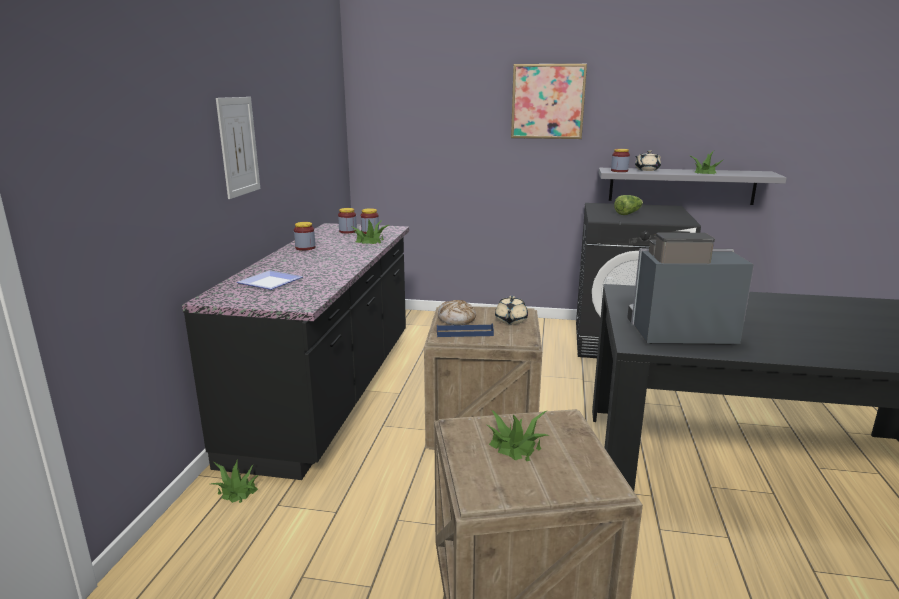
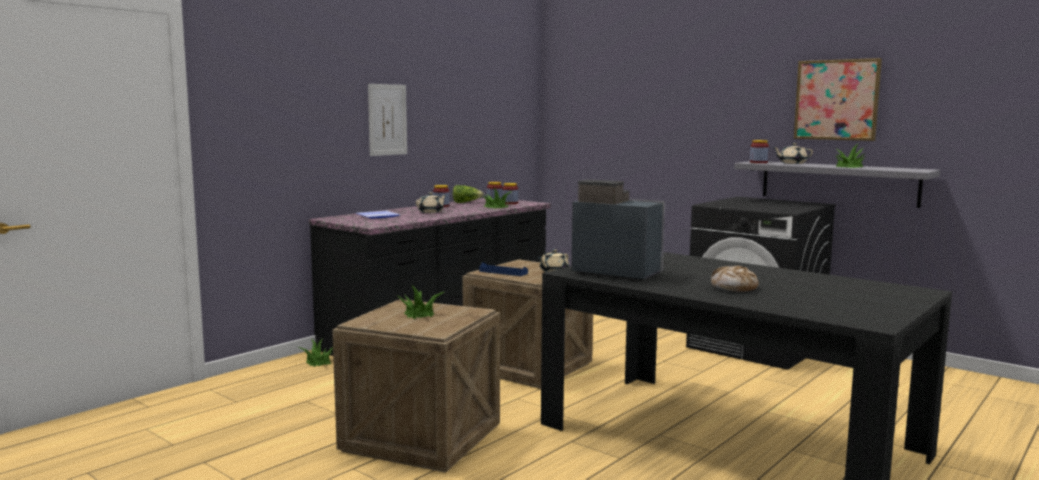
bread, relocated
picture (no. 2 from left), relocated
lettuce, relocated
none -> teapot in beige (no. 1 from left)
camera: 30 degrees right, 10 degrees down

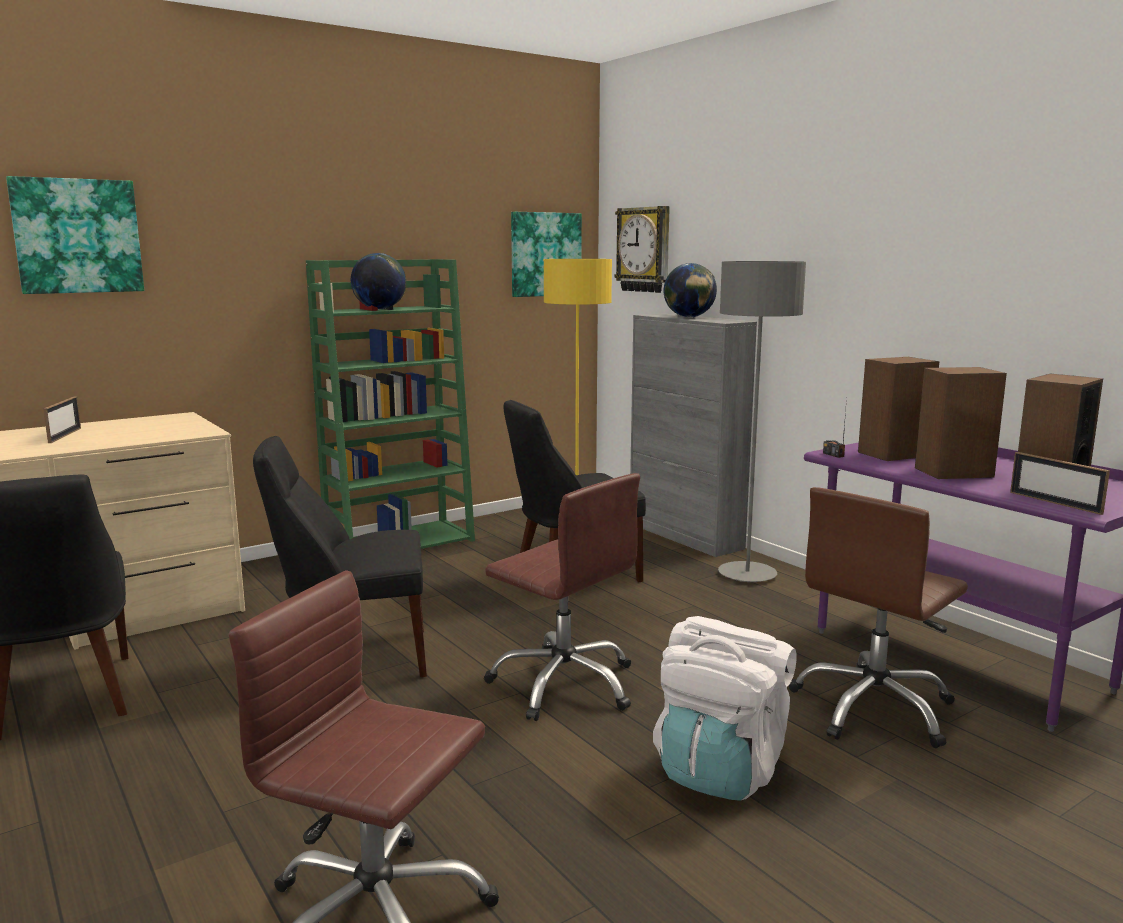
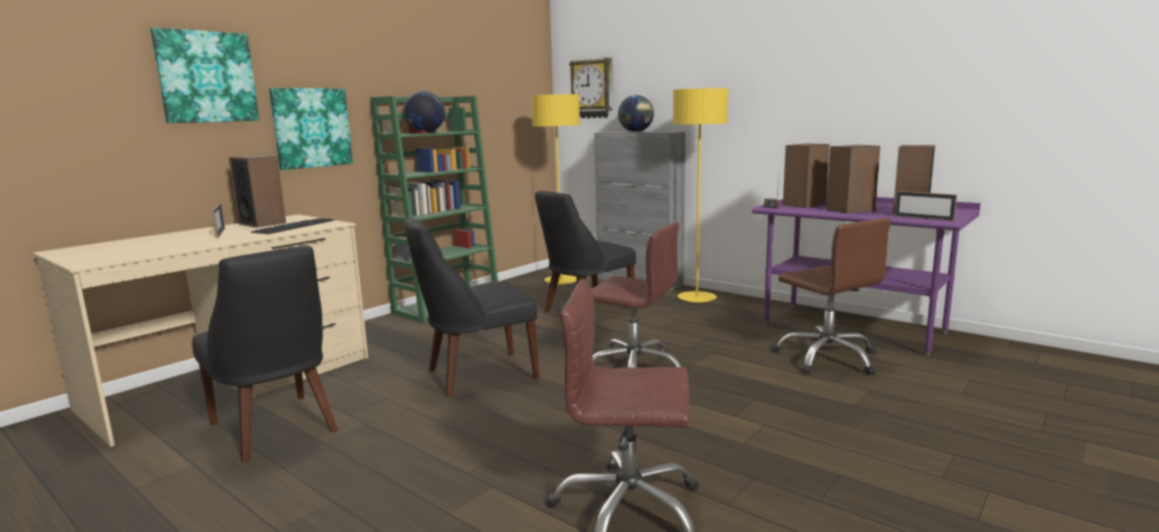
picture (no. 2 from left), relocated
backpack in white -> none
floor lamp in grey -> floor lamp in yellow (no. 2 from left)
office chair in brown (no. 3 from left), 60 degrees counterclockwise
none -> speaker (no. 1 from left)
none -> keyboard
camera: 15 degrees left, 0 degrees up

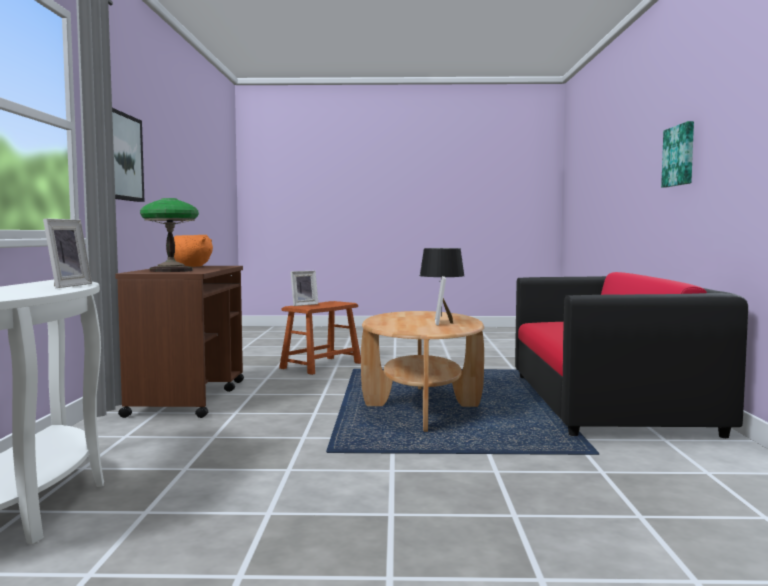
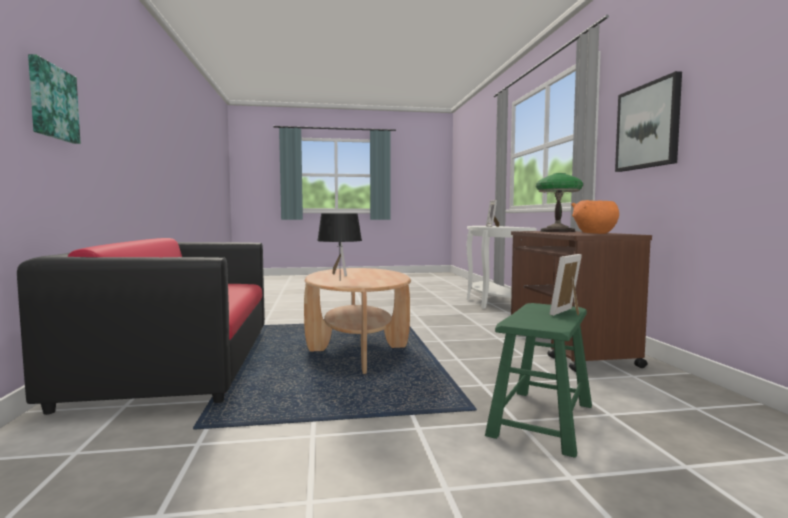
stool in brown -> stool in green
camera: 170 degrees right, 0 degrees up

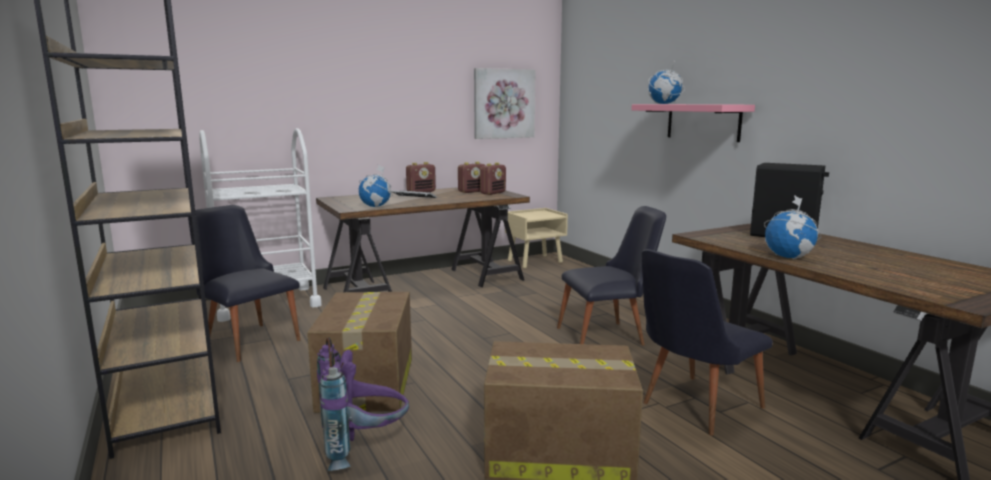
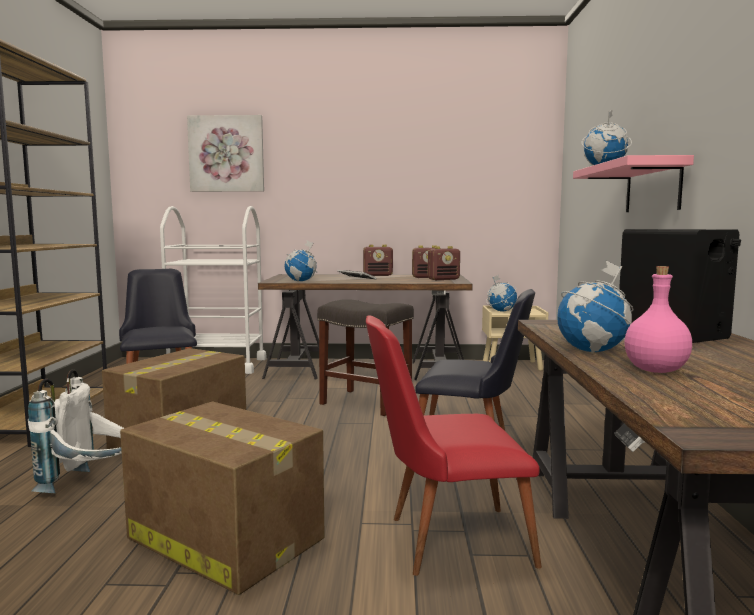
backpack in purple -> backpack in white
picture, relocated
chair in black (no. 3 from left) -> chair in red
none -> stool in grey
none -> globe (no. 2 from left)
none -> bottle in pink
camera: 30 degrees right, 5 degrees down

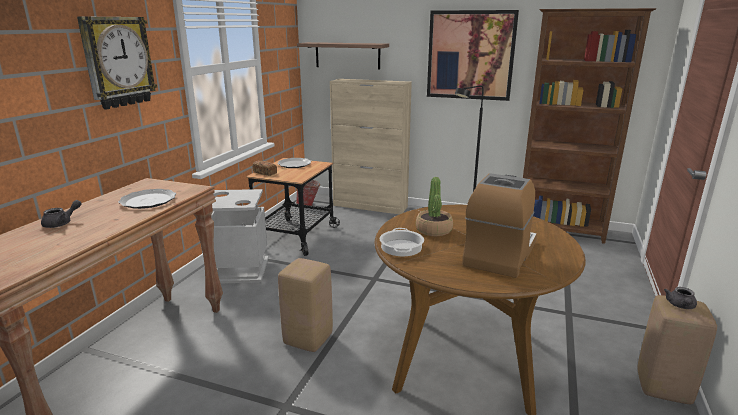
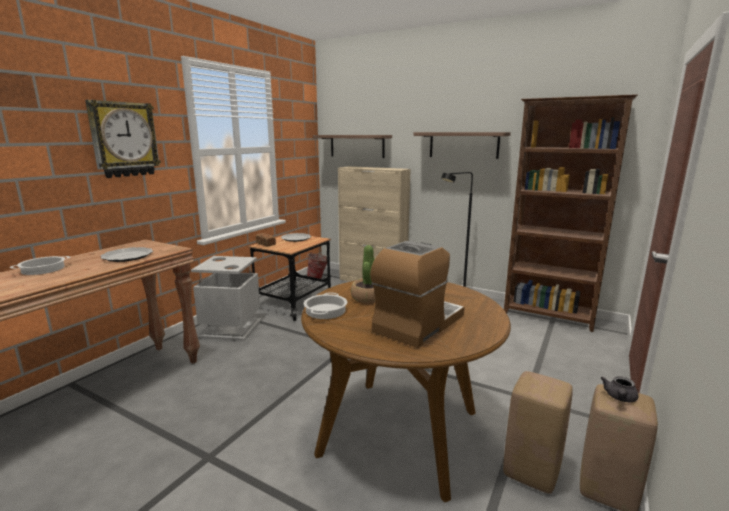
teapot in grey (no. 1 from left) -> cooking pot (no. 1 from left)
stool in beige (no. 1 from left), relocated
picture -> shelf (no. 2 from left)
camera: 10 degrees right, 5 degrees down

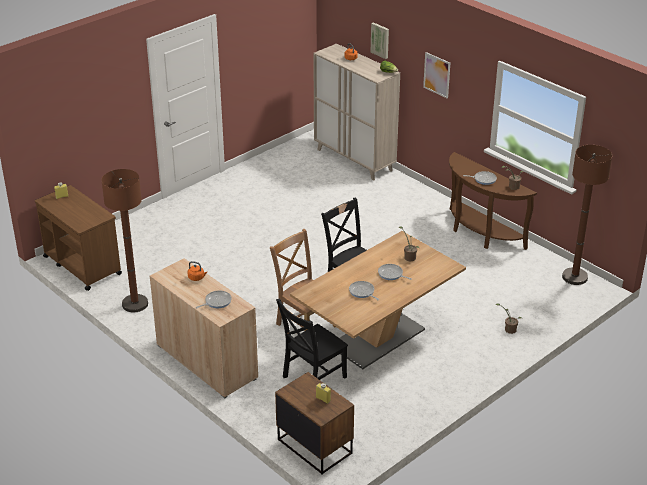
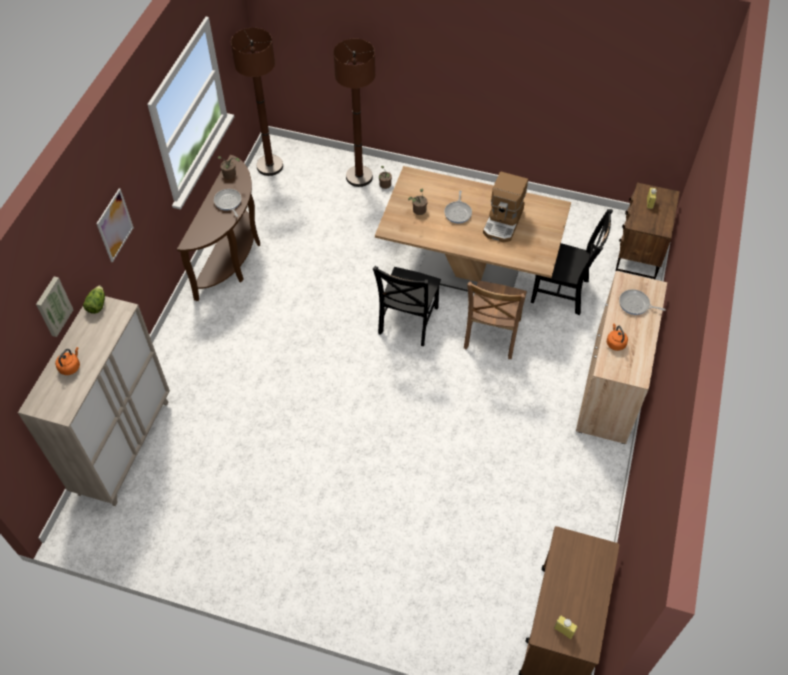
floor lamp in brown (no. 1 from left in the first image) -> floor lamp in brown (no. 2 from left), relocated
frying pan (no. 2 from left) -> coffee machine
camera: 120 degrees left, 20 degrees up

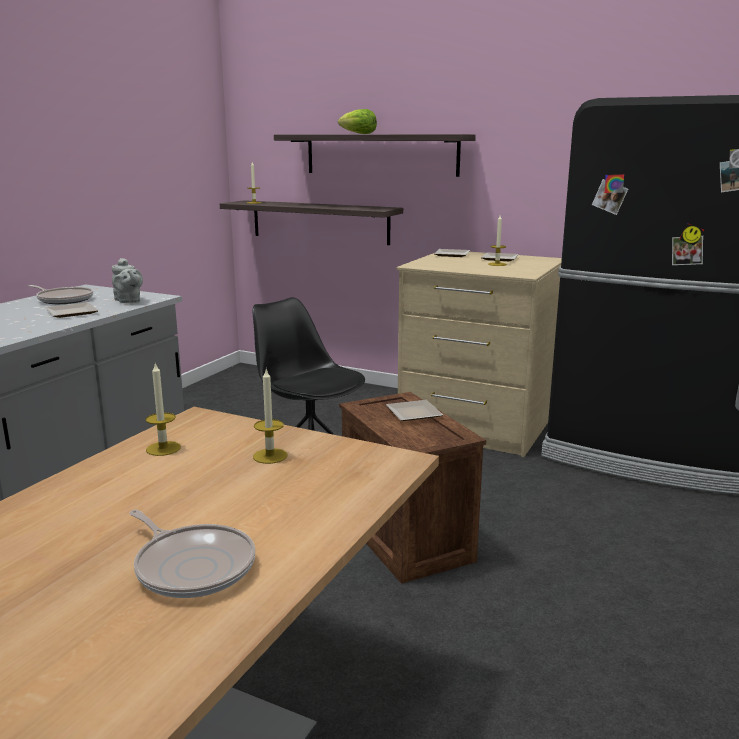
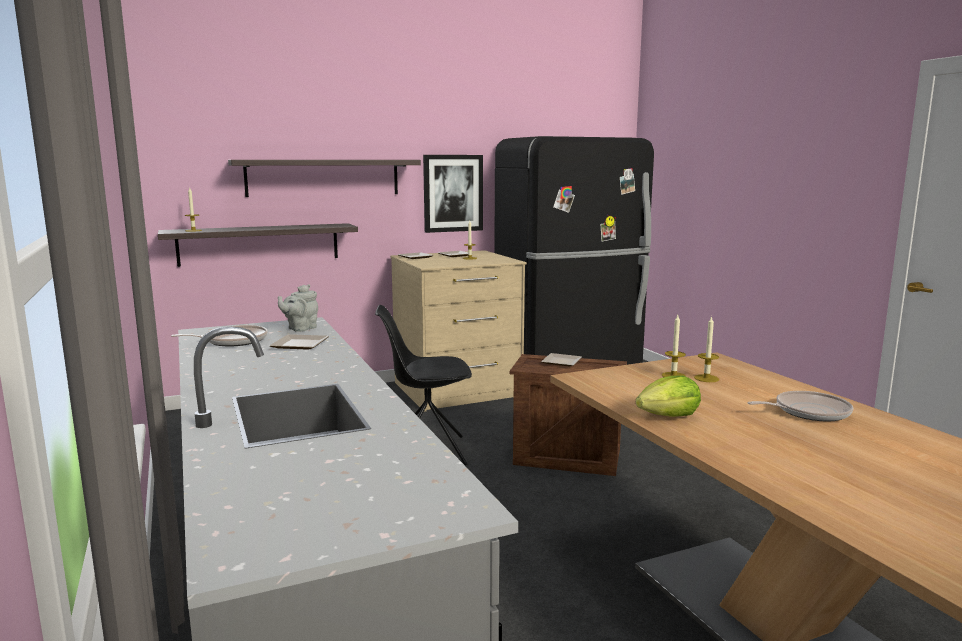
teapot in grey, 120 degrees clockwise
candle (no. 1 from left in the first image) -> candle (no. 4 from left), relocated
lettuce, relocated
none -> picture
camera: 50 degrees left, 5 degrees down

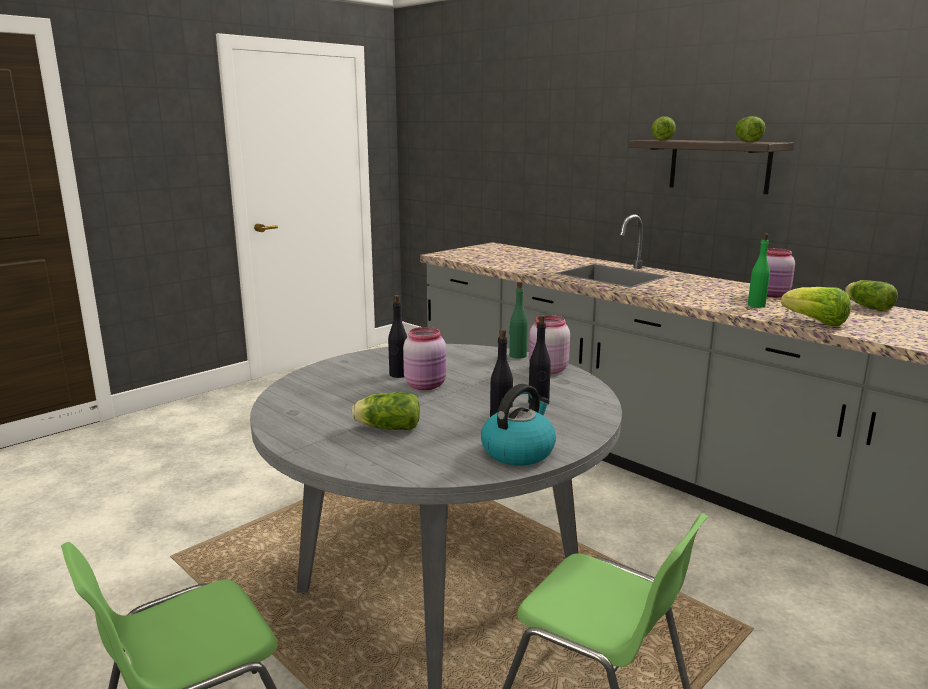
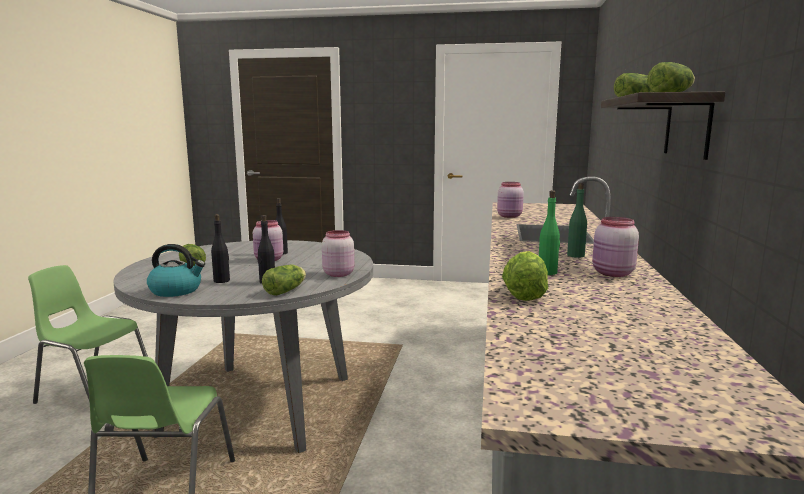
bottle in green (no. 1 from left in the first image) -> bottle in green (no. 2 from left), relocated
lettuce (no. 5 from left in the first image) -> lettuce (no. 2 from left), relocated
none -> jar in pink (no. 3 from left)
camera: 55 degrees right, 5 degrees down

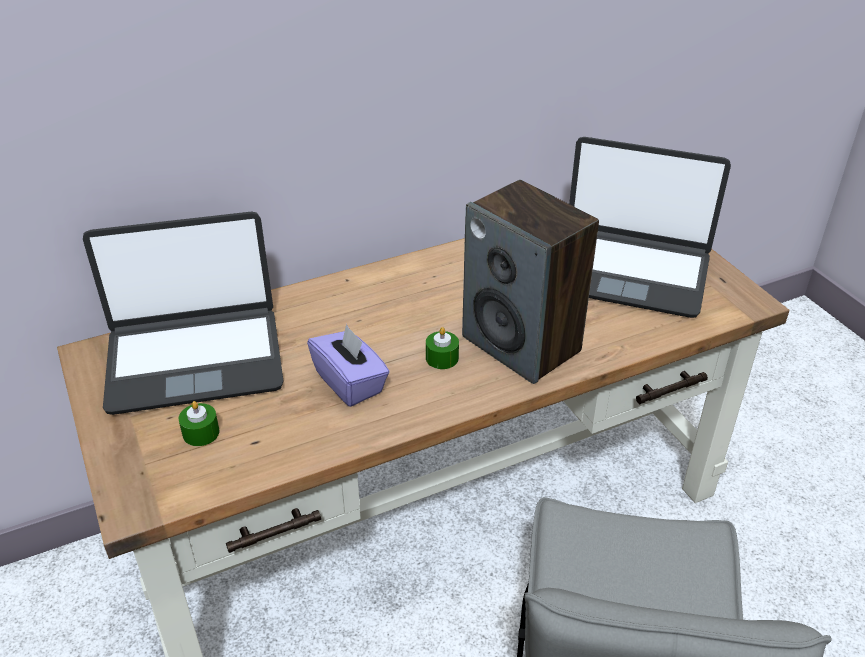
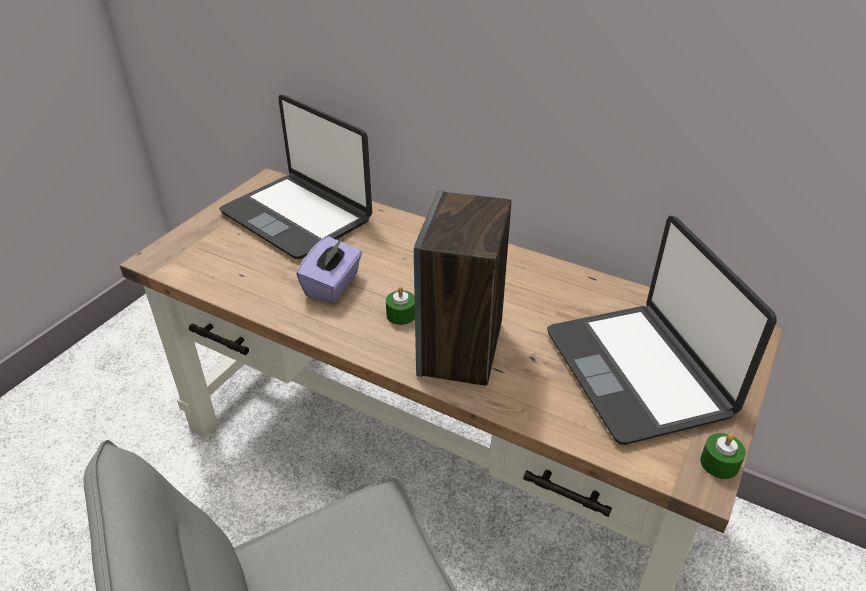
candle in green (no. 1 from left in the first image) -> candle in green (no. 2 from left), relocated
camera: 55 degrees right, 0 degrees up

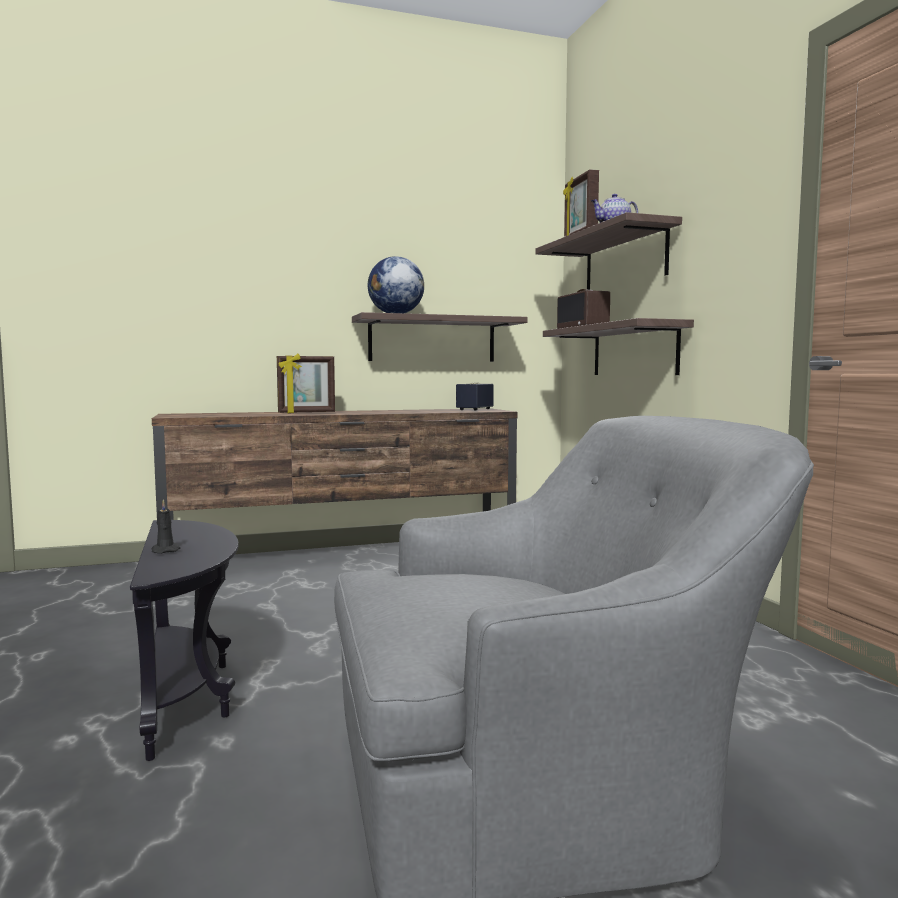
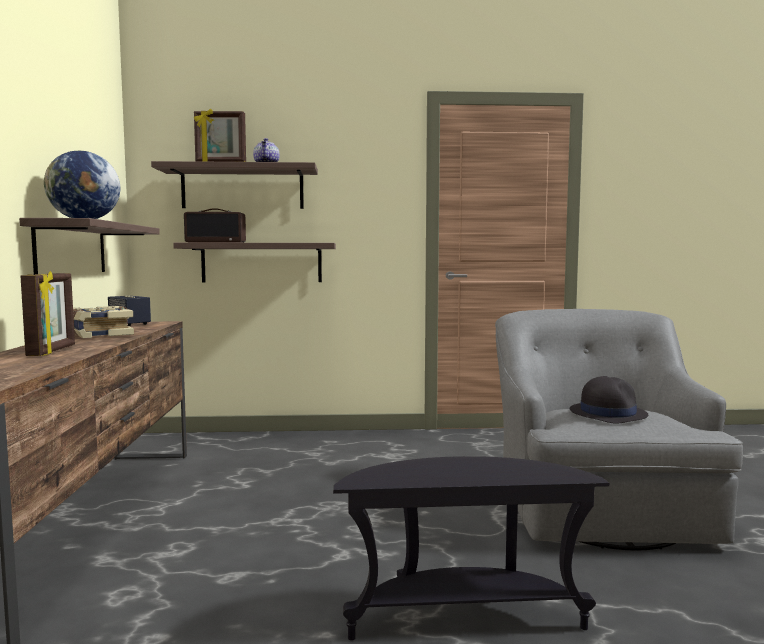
candle in black -> none
none -> book
none -> hat in black
camera: 75 degrees left, 0 degrees up

